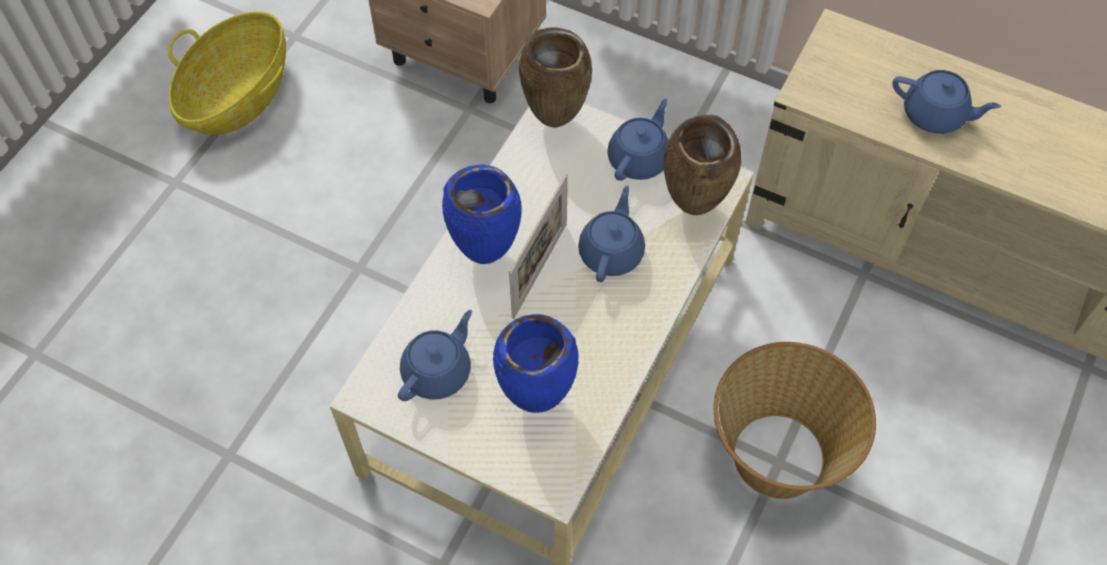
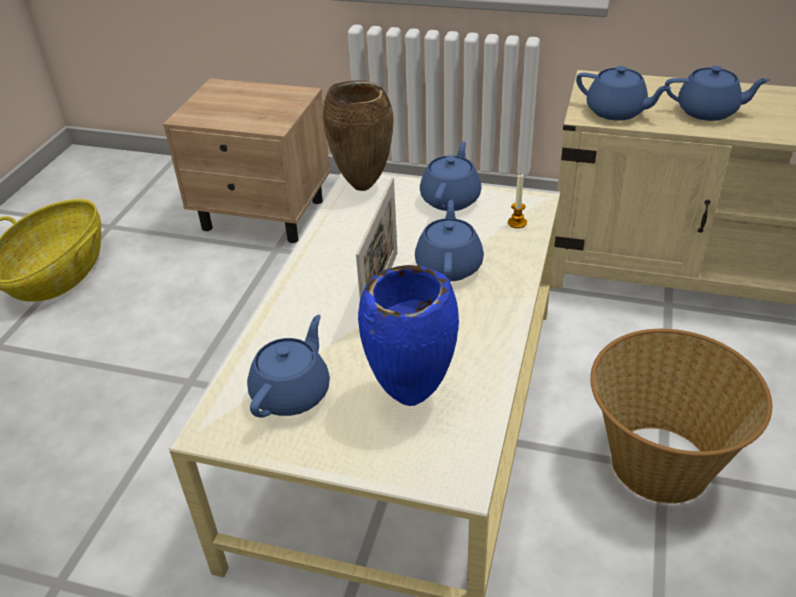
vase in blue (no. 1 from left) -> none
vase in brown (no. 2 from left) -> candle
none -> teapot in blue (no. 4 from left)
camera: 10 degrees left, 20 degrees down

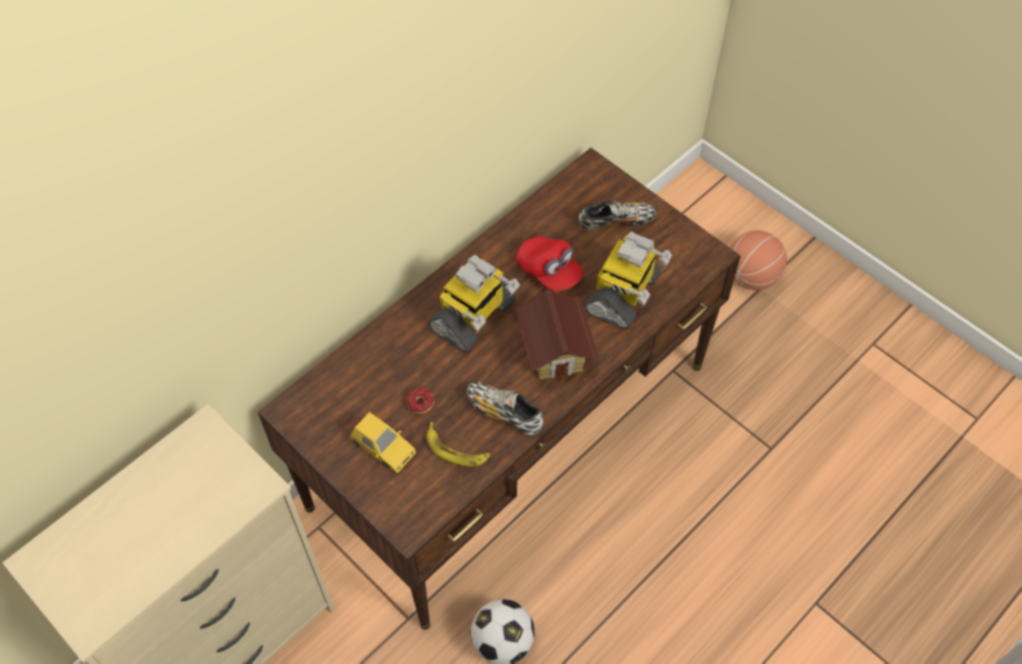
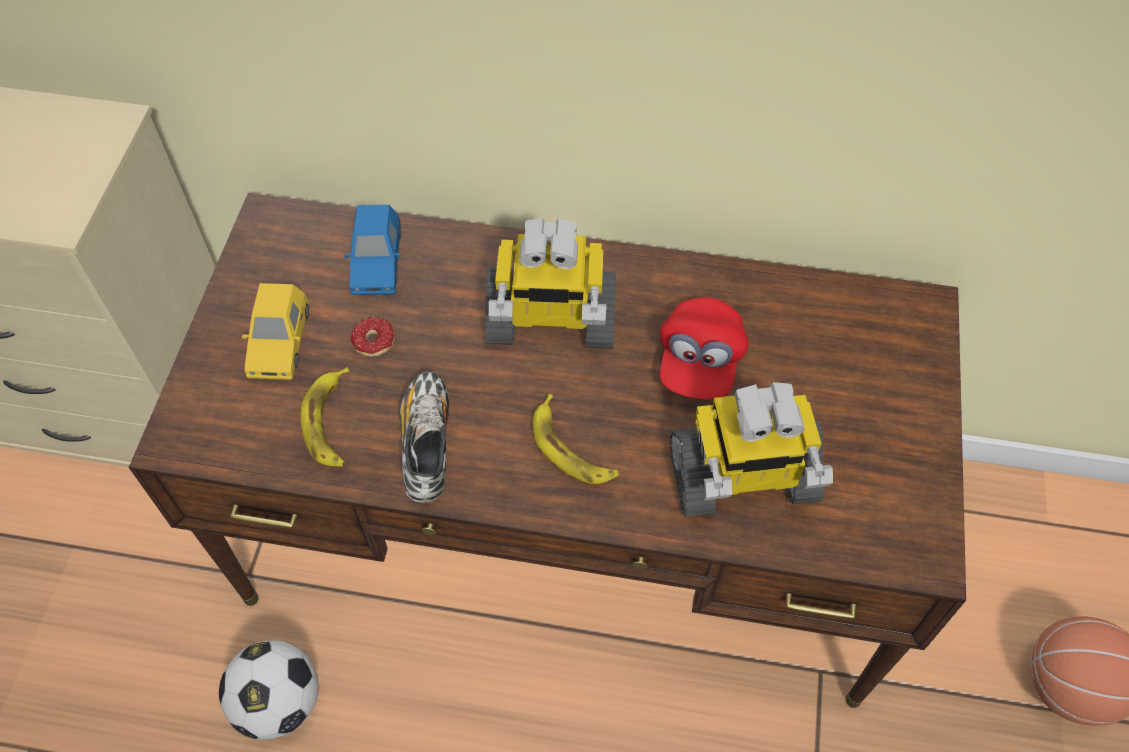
toy house -> banana (no. 2 from left)
shoe (no. 2 from left) -> none
none -> toy car in blue
camera: 55 degrees right, 0 degrees up

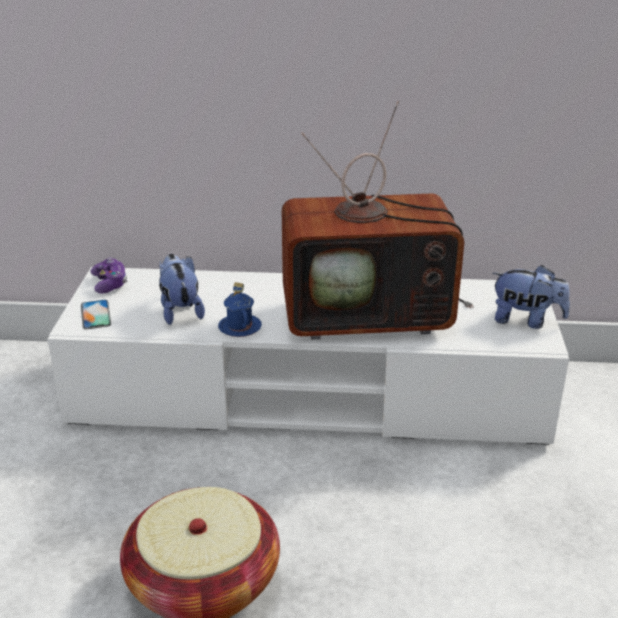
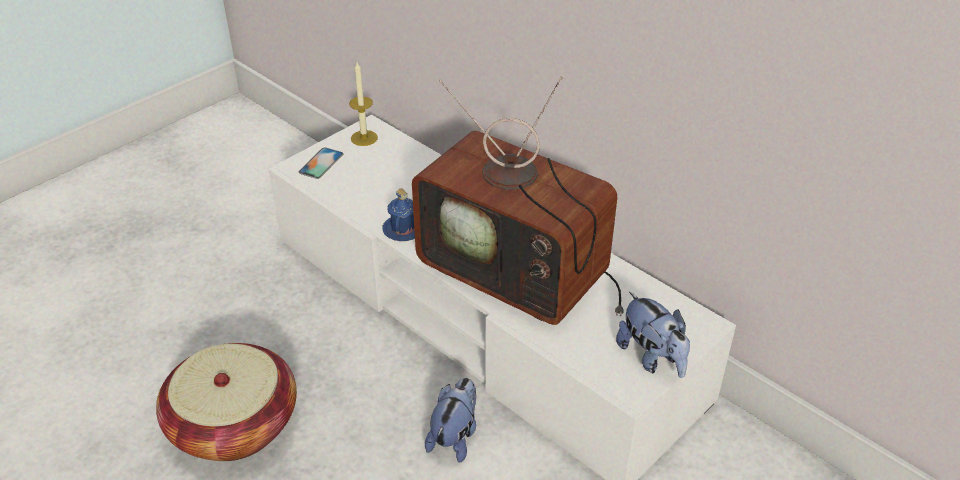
game controller -> candle
plush toy (no. 1 from left), relocated
camera: 40 degrees right, 10 degrees up

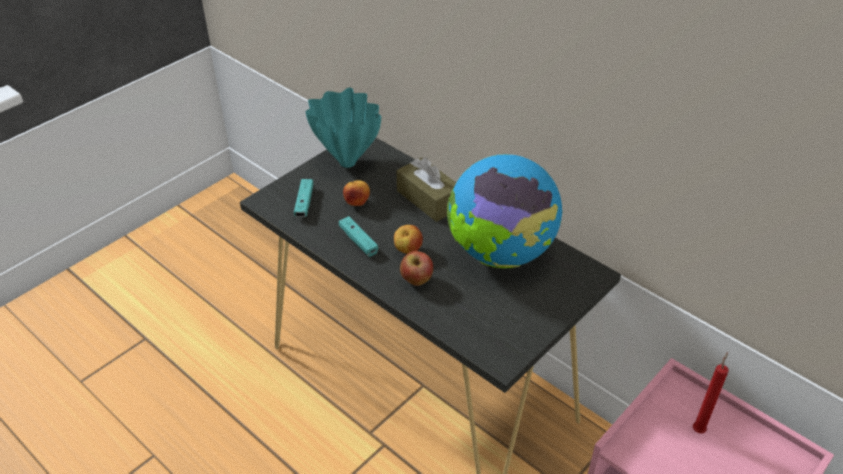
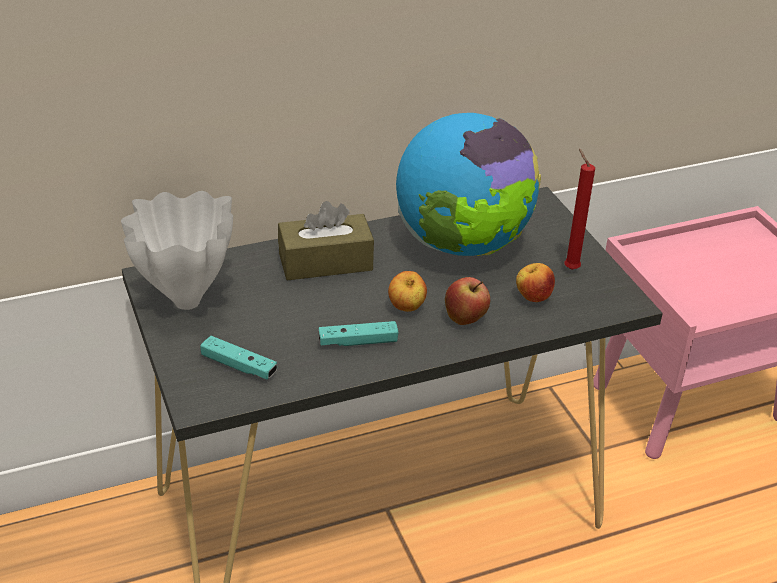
vase in turquoise -> vase in white
apple (no. 1 from left in the first image) -> apple (no. 3 from left), relocated
candle in red, relocated
camera: 65 degrees left, 5 degrees down

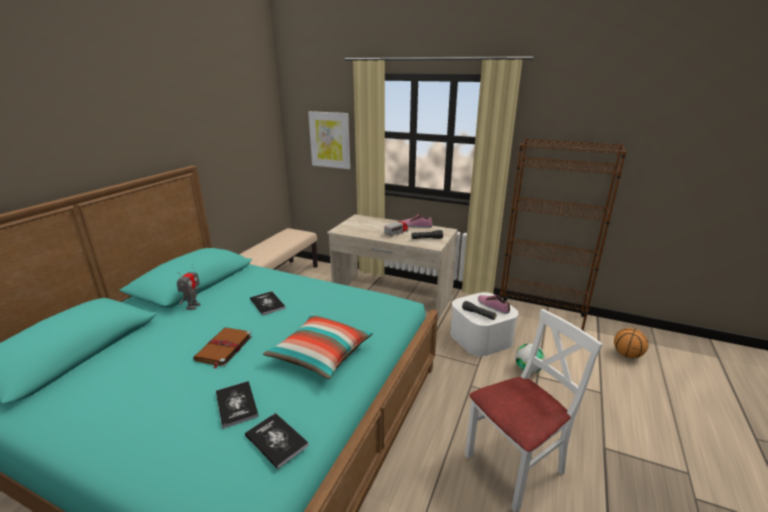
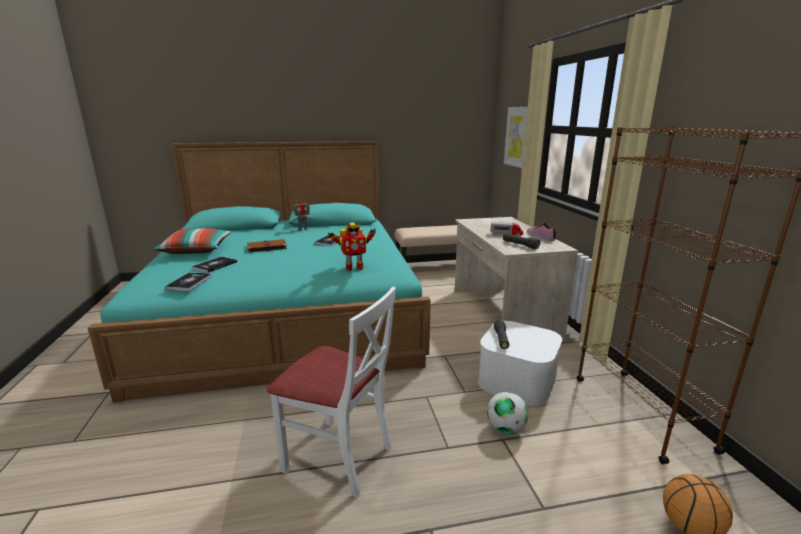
pillow, relocated
shoe (no. 2 from left) -> none
none -> toy robot (no. 2 from left)
camera: 55 degrees right, 5 degrees down

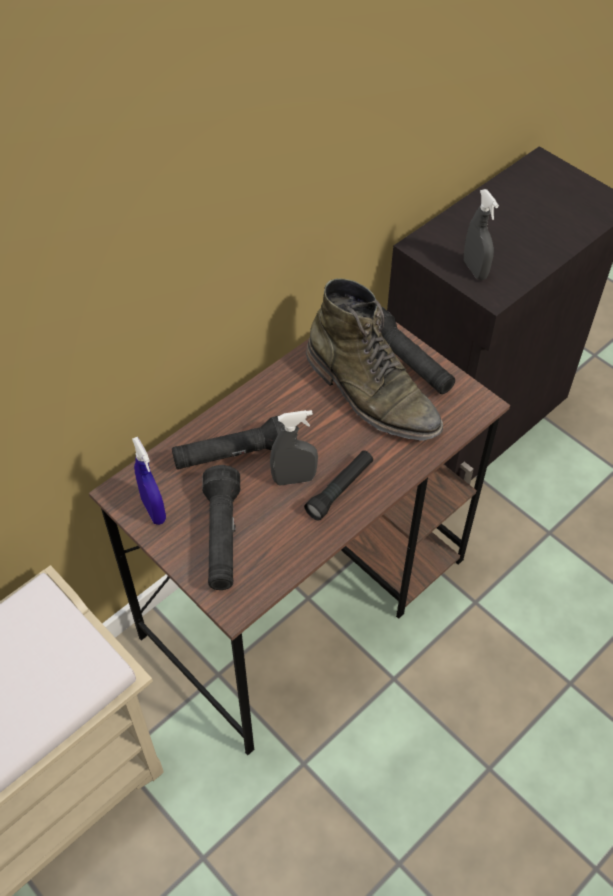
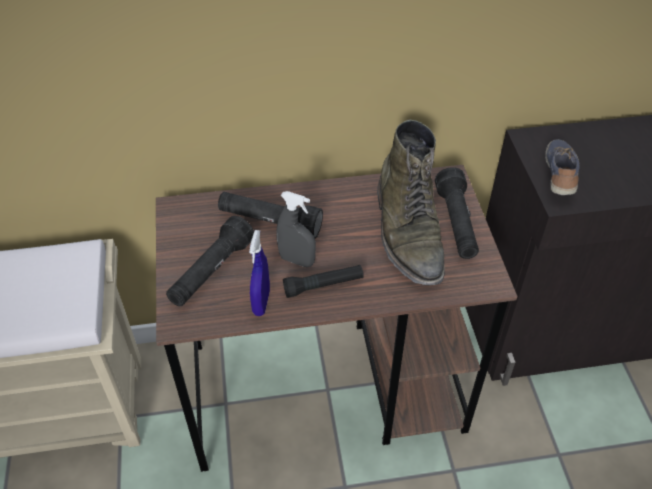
spray bottle in blue, relocated
spray bottle in grey (no. 2 from left) -> shoe
camera: 35 degrees right, 5 degrees down

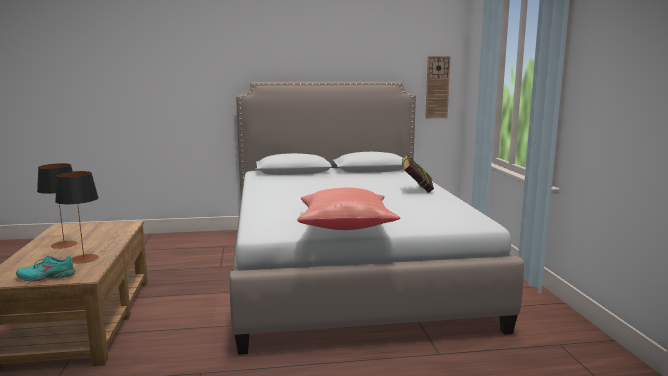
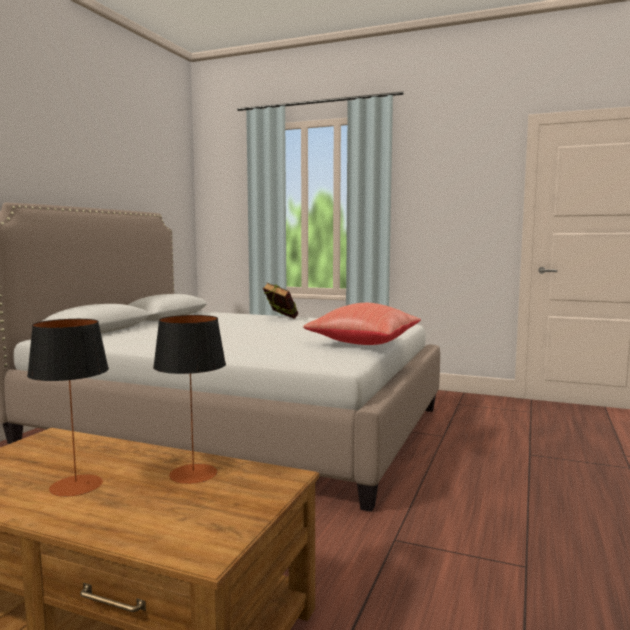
shoe in turquoise -> none
wall clock -> none
camera: 60 degrees left, 5 degrees down

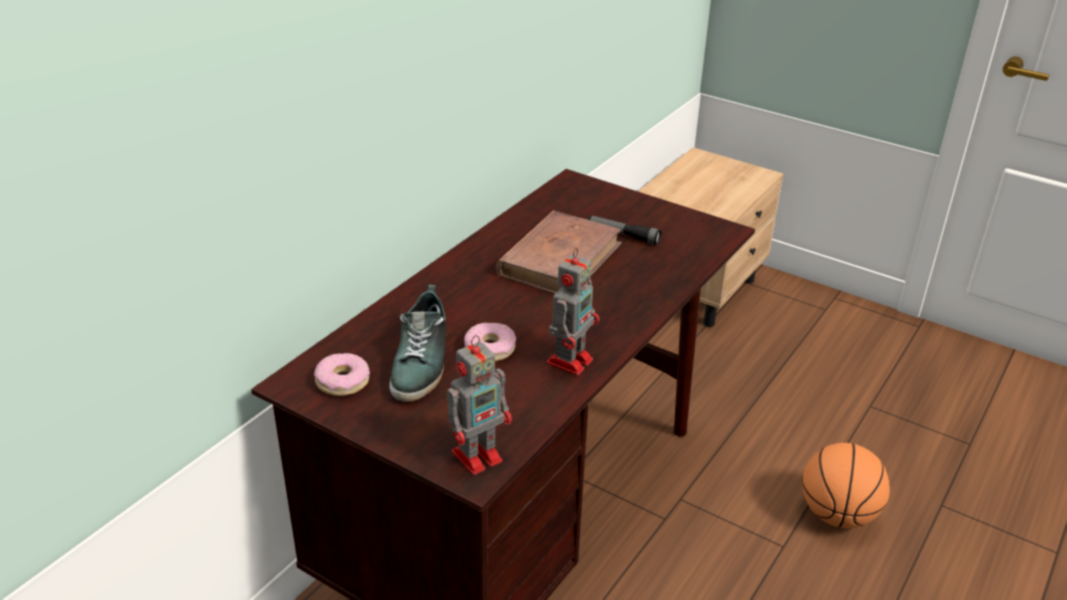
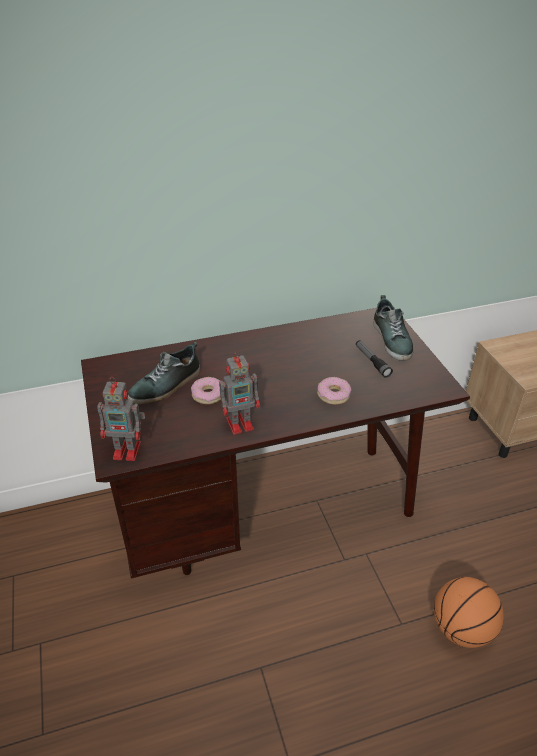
donut (no. 1 from left in the first image) -> donut (no. 2 from left), relocated
book in brown -> none
none -> shoe (no. 2 from left)
camera: 40 degrees right, 5 degrees up

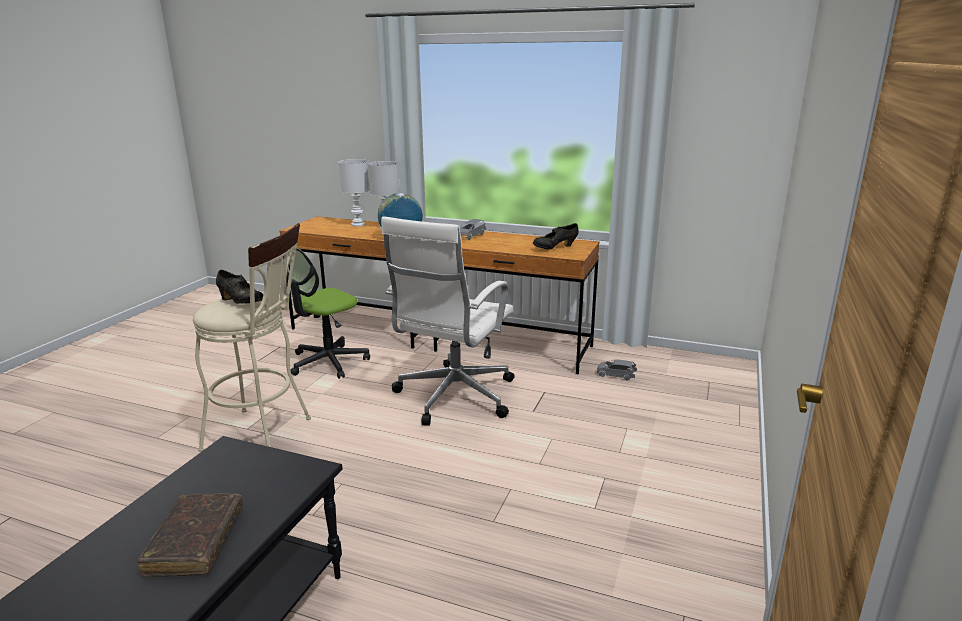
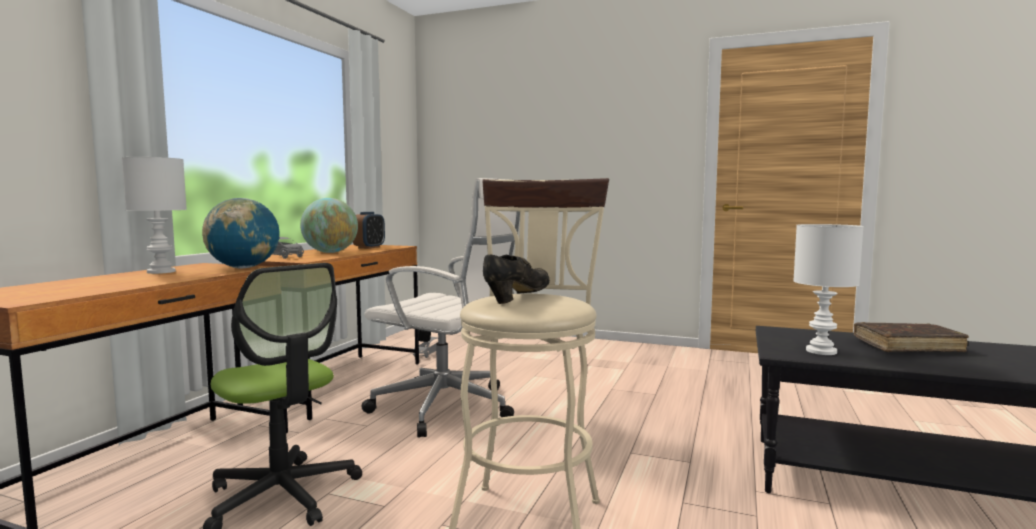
table lamp in white (no. 1 from left in the first image) -> table lamp in white (no. 2 from left), relocated
shoe in black (no. 2 from left) -> alarm clock
none -> globe (no. 2 from left)
camera: 90 degrees left, 15 degrees down

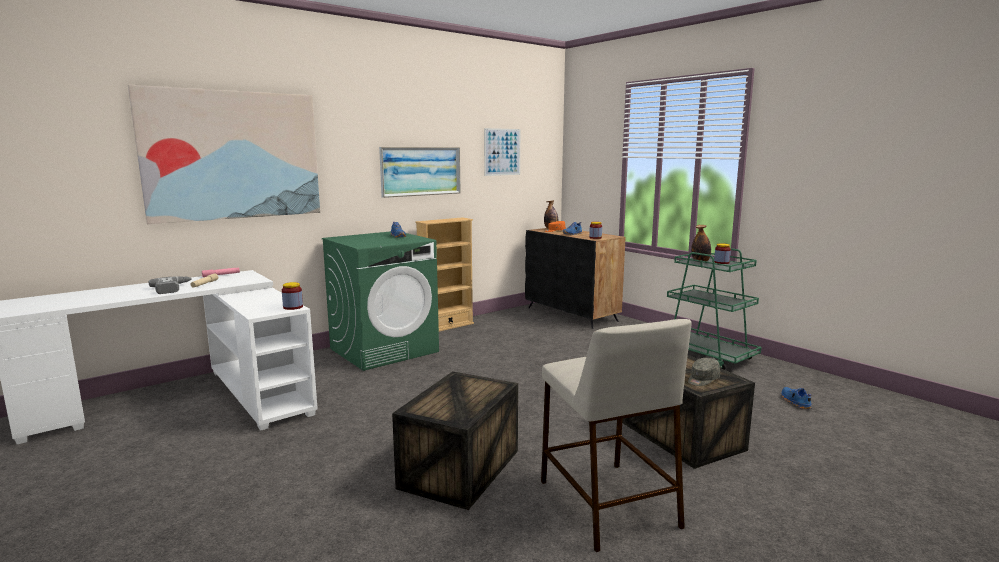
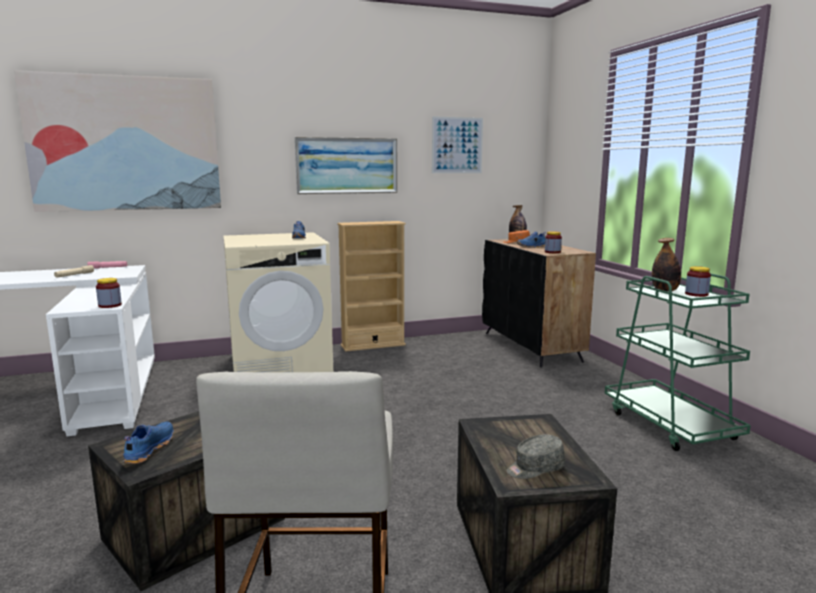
power drill -> none
washing machine in green -> washing machine in beige
shoe in blue (no. 3 from left in the first image) -> shoe in blue (no. 1 from left), relocated
camera: 20 degrees right, 0 degrees up

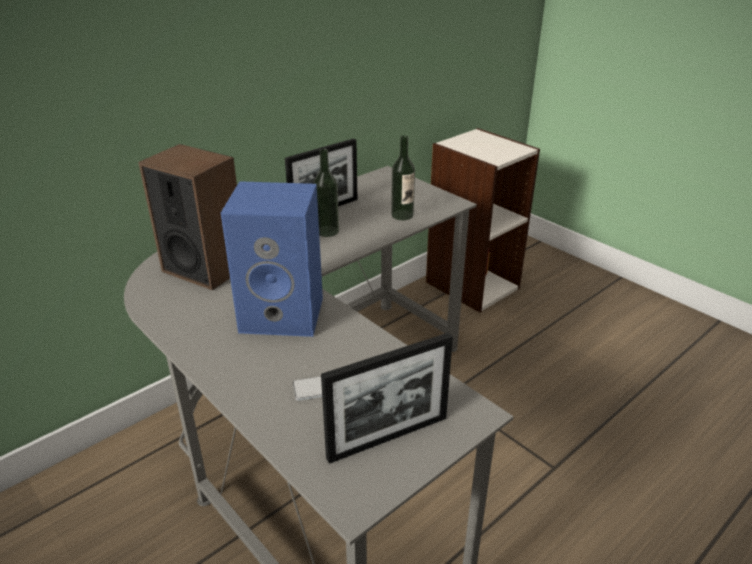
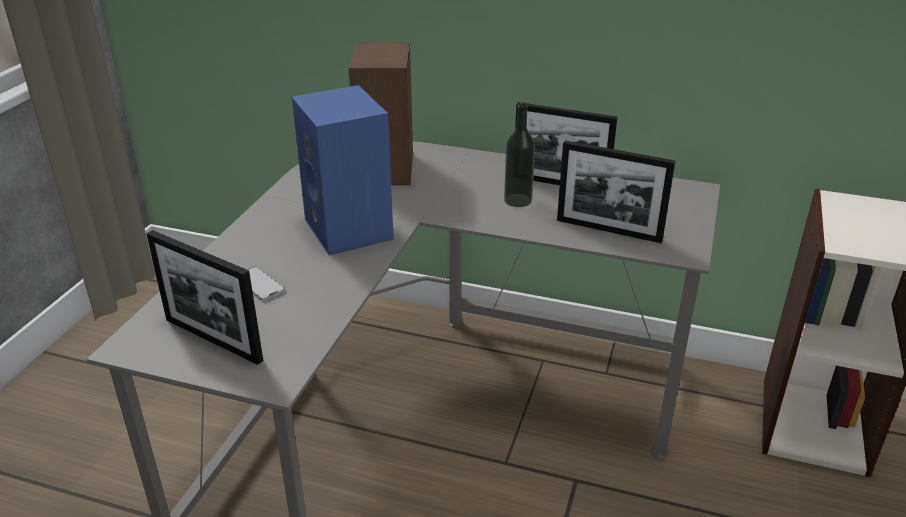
bottle (no. 2 from left) -> picture frame (no. 3 from left)
camera: 60 degrees right, 0 degrees up

